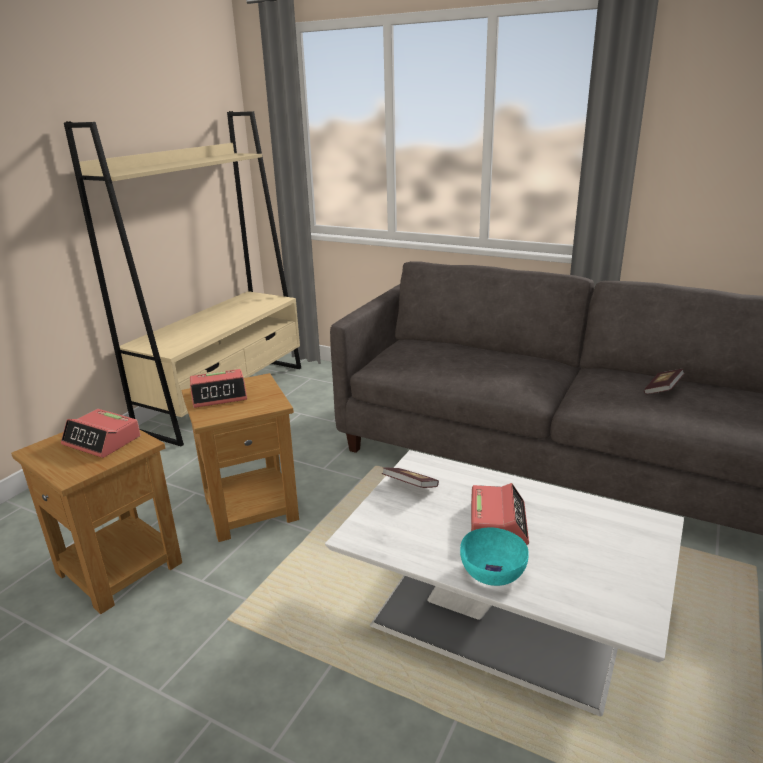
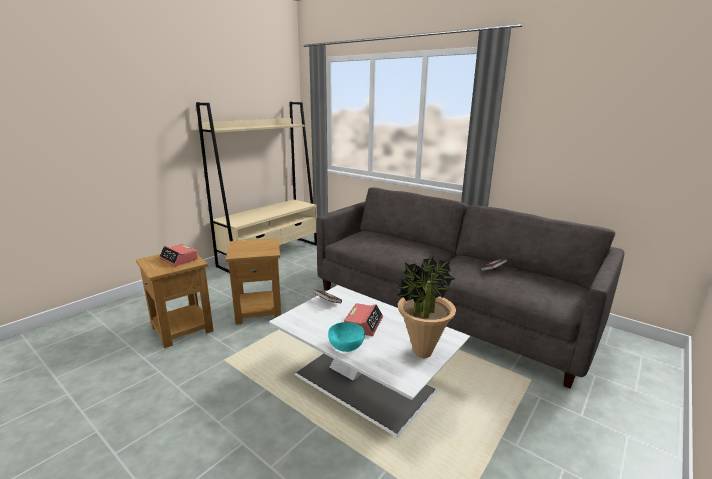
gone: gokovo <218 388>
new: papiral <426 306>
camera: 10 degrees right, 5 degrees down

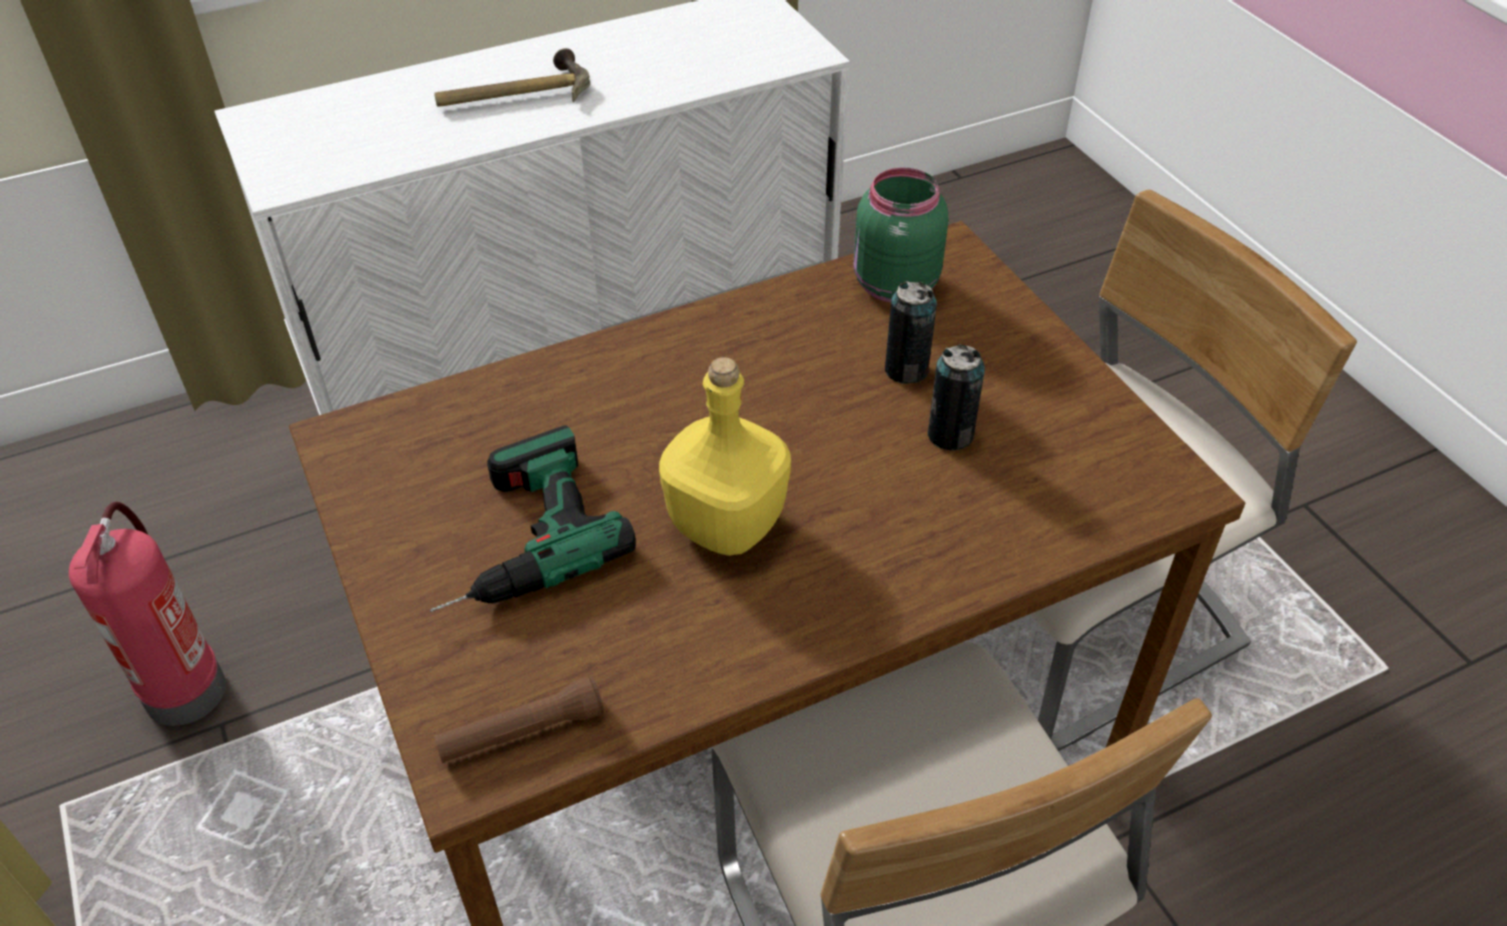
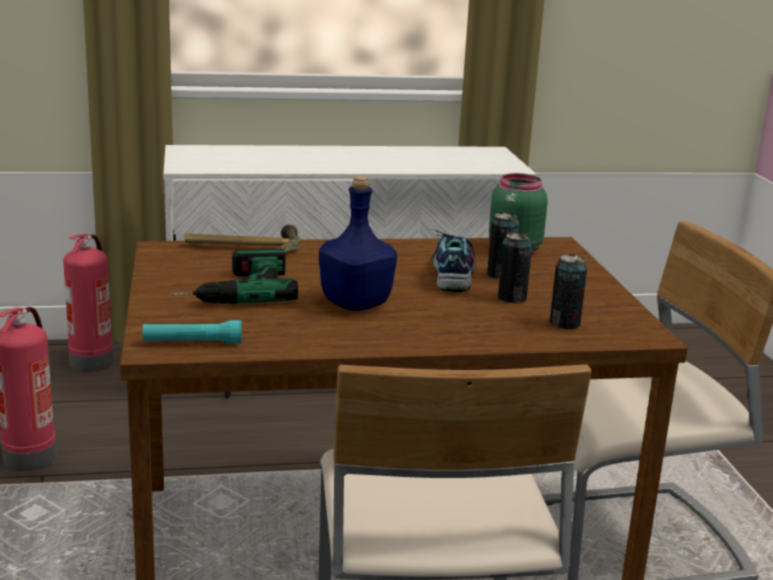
new: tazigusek <88 303>; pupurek <453 260>; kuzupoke <568 292>
shifted: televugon <512 77> to <242 238>
repainted: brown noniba <519 719> to turquoise noniba <192 332>; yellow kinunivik <725 456> to blue kinunivik <358 243>
camera: 15 degrees right, 25 degrees down

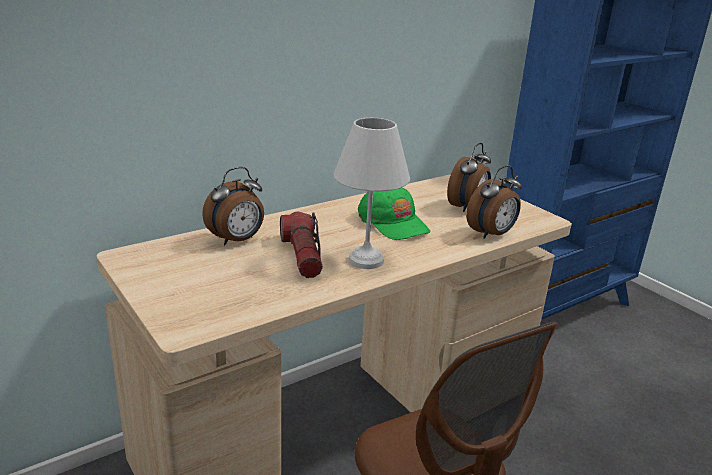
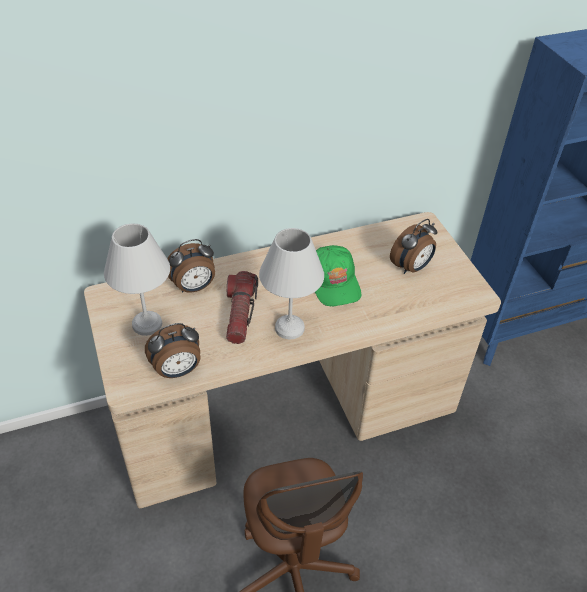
new: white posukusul <137 279>
shifted: gokovo <494 202> to <173 350>
camera: 15 degrees right, 20 degrees up

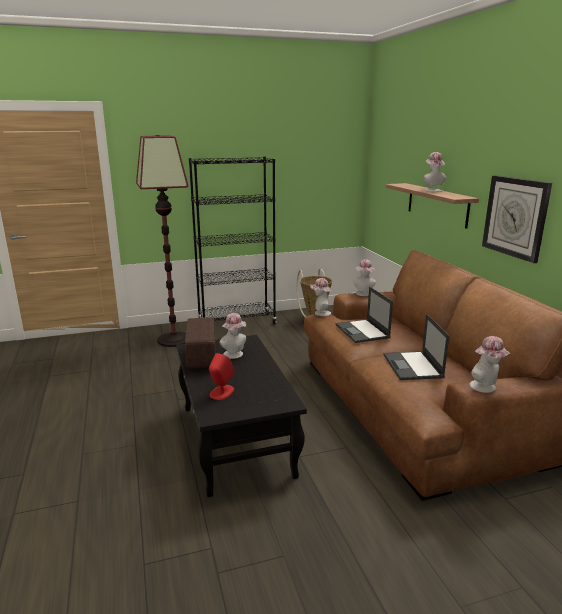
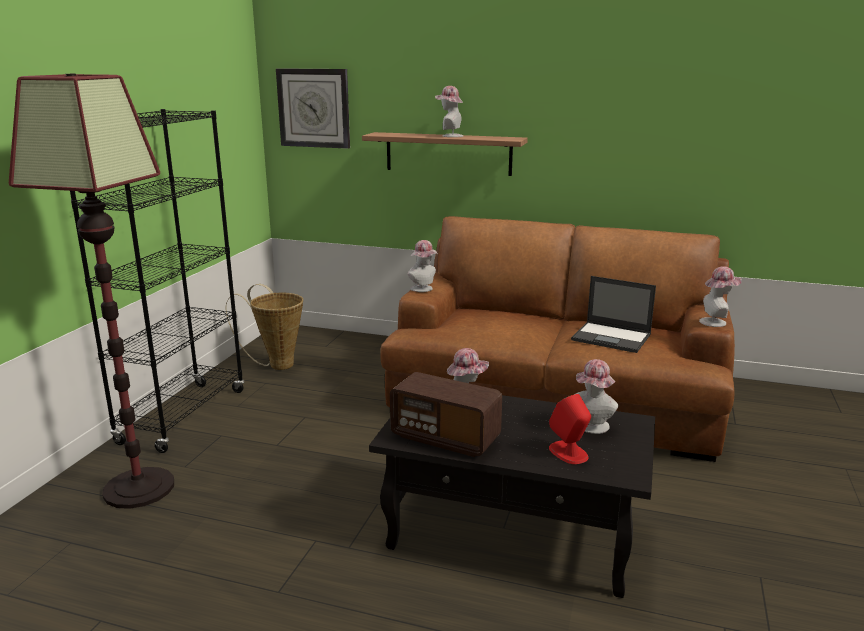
gone: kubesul <364 314>
shifted: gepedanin <320 297> to <596 396>; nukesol <517 219> to <313 108>
camera: 55 degrees left, 0 degrees up

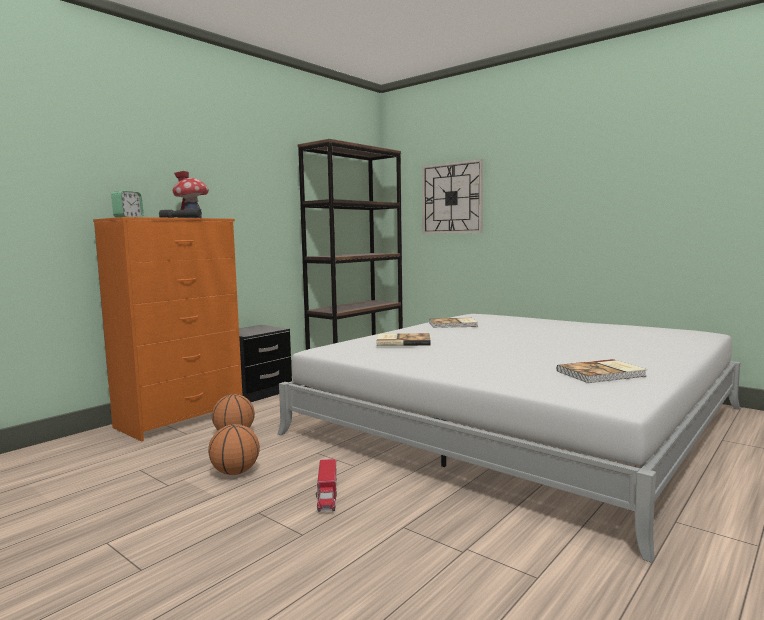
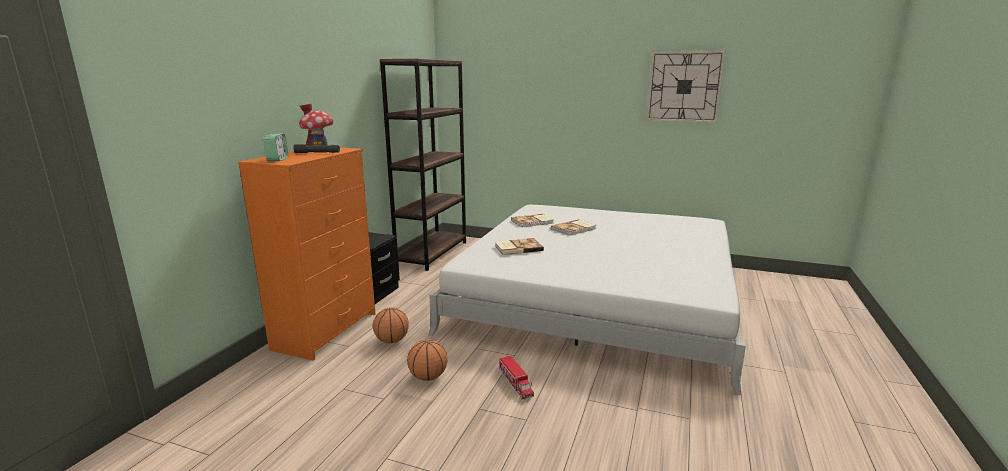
shifted: nukesol <452 196> to <686 86>; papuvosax <602 371> to <573 227>
camera: 20 degrees left, 10 degrees up

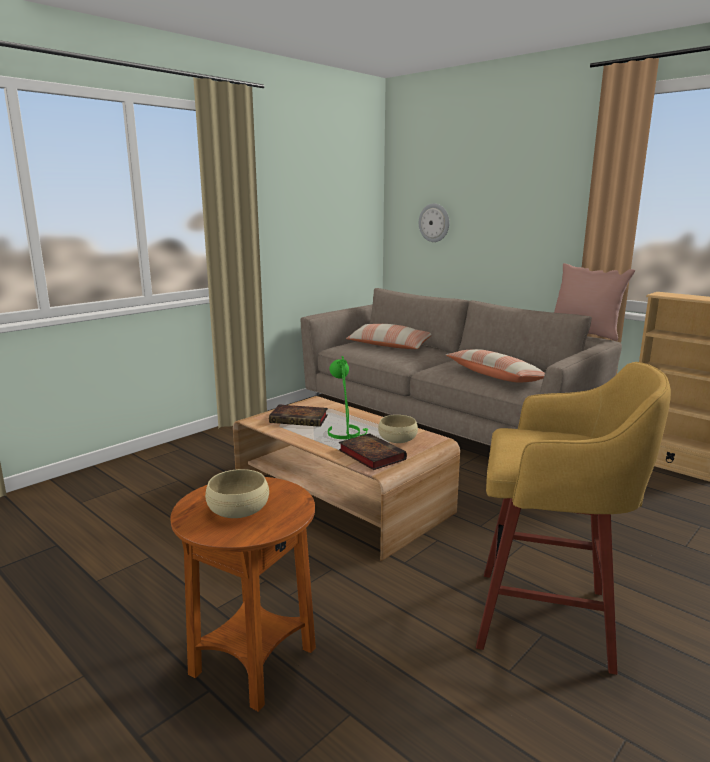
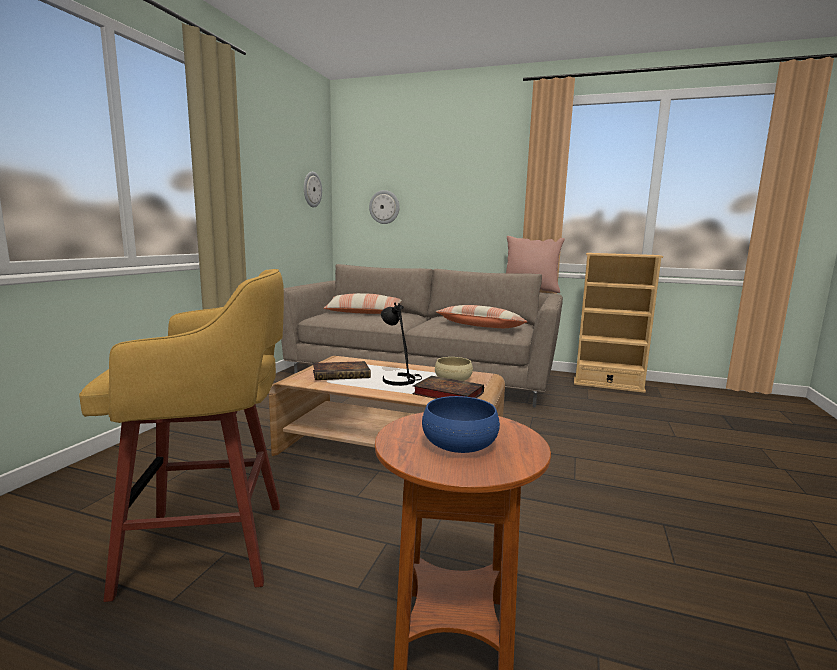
new: nukesol <313 189>
shifted: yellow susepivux <573 518> to <181 435>
repainted: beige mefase <237 493> to blue mefase <461 424>; green posukusul <348 397> to black posukusul <401 344>
camera: 25 degrees left, 5 degrees down

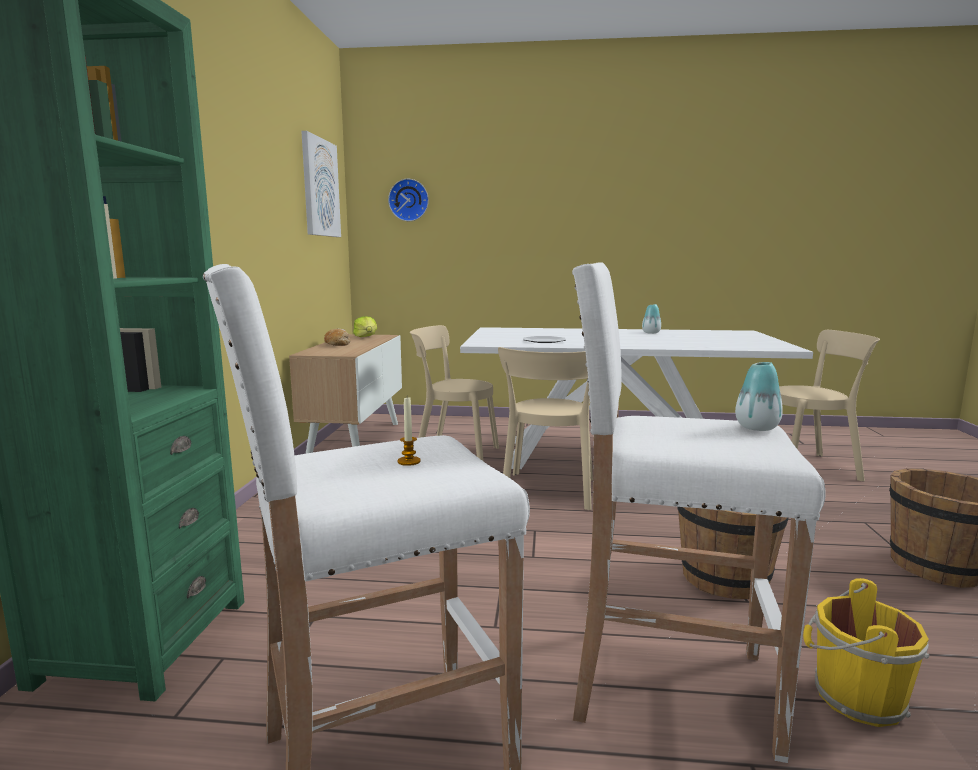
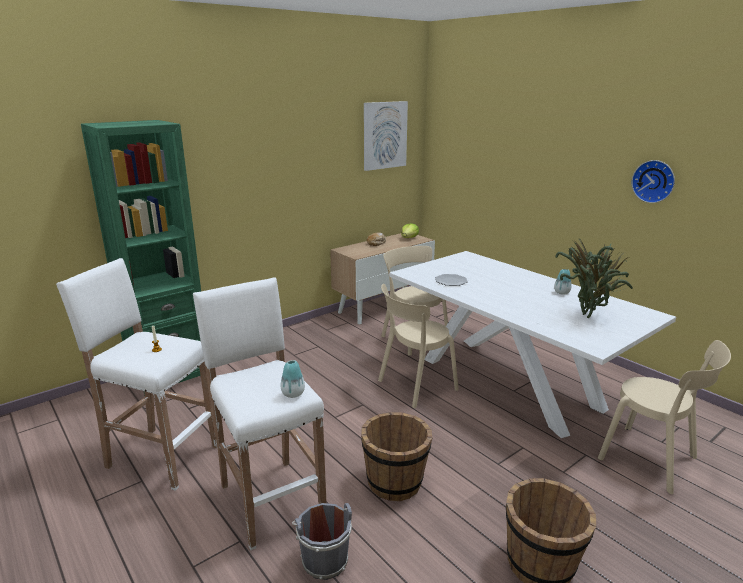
new: papiral <594 277>
shifted: nukesol <408 200> to <653 181>
repainted: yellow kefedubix <866 652> to grey kefedubix <322 541>
camera: 45 degrees right, 10 degrees up

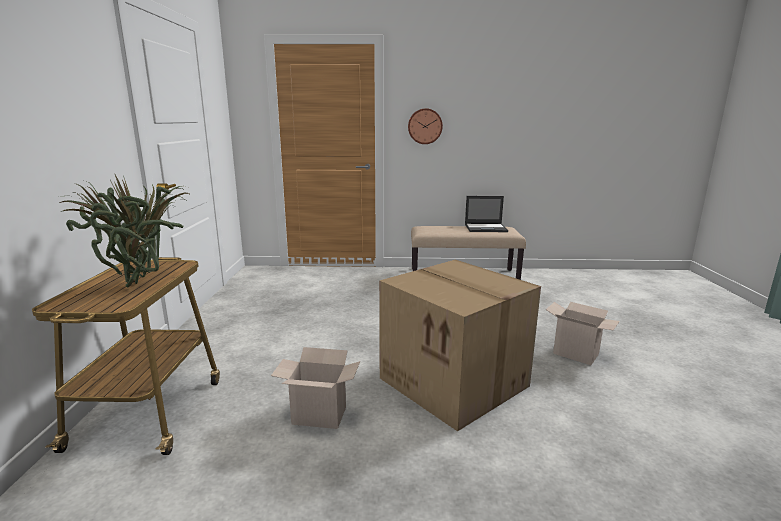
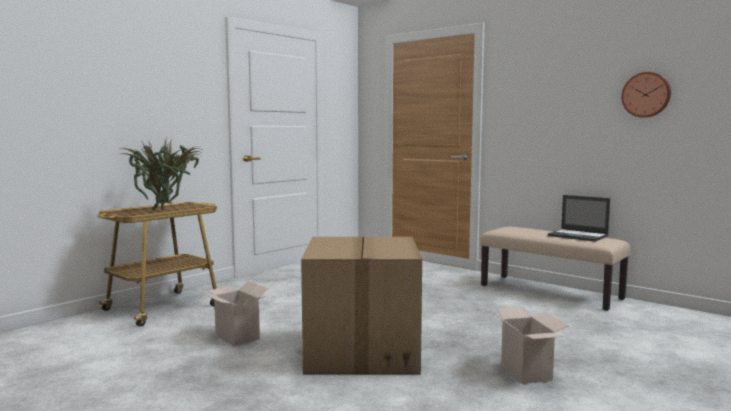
shifted: nukesol <425 126> to <646 95>
camera: 40 degrees right, 10 degrees down

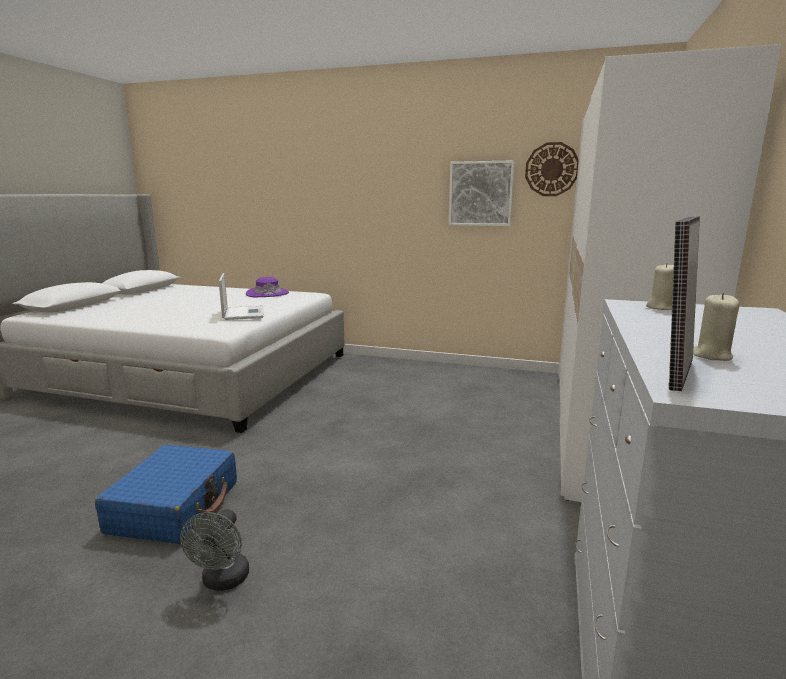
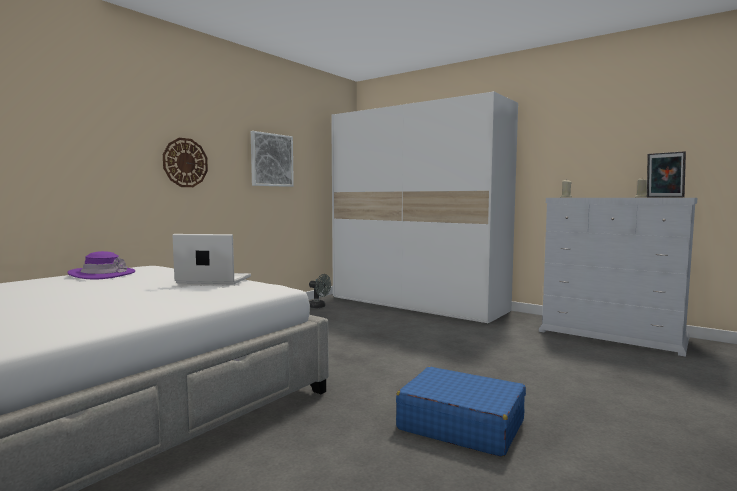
shifted: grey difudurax <214 550> to <320 291>; nukesol <552 169> to <185 162>
camera: 70 degrees left, 10 degrees down

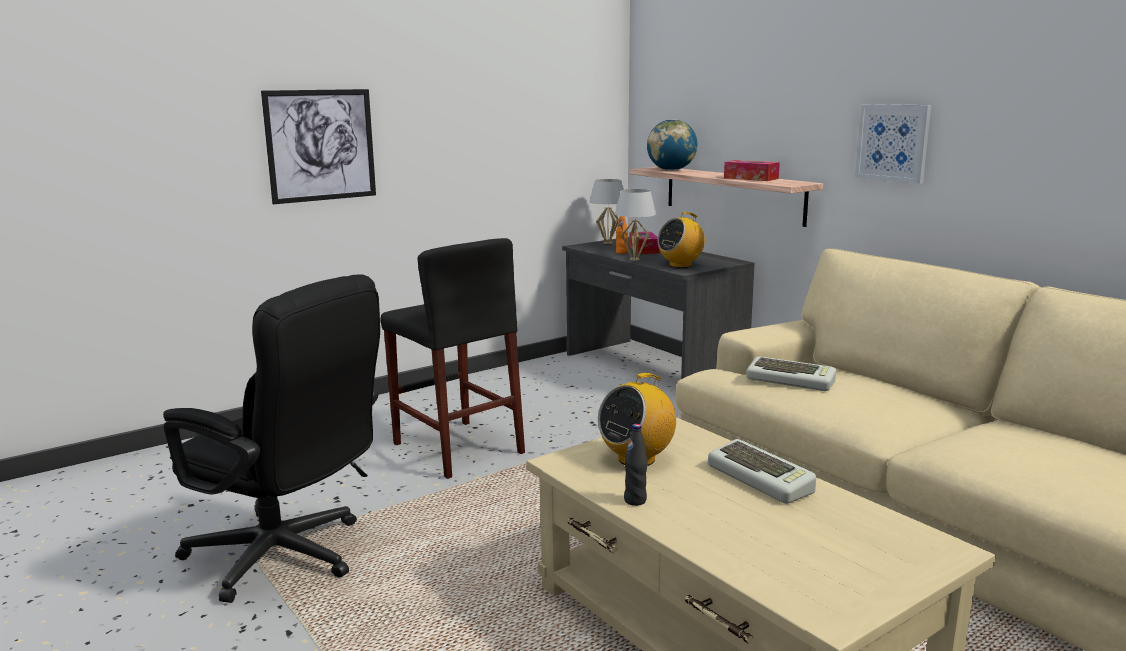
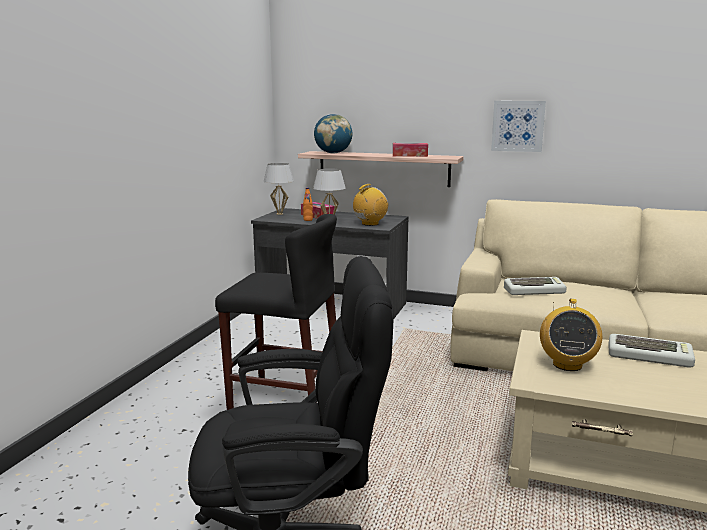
gone: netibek <318 146>; black kinunivik <636 465>
rotated: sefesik <681 240> = <371 205> 150 degrees counterclockwise
camera: 35 degrees left, 0 degrees up

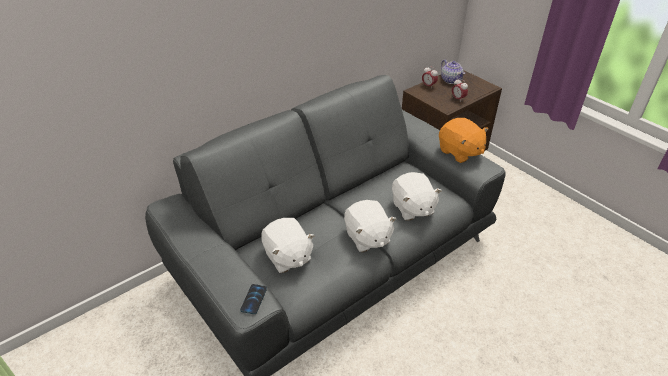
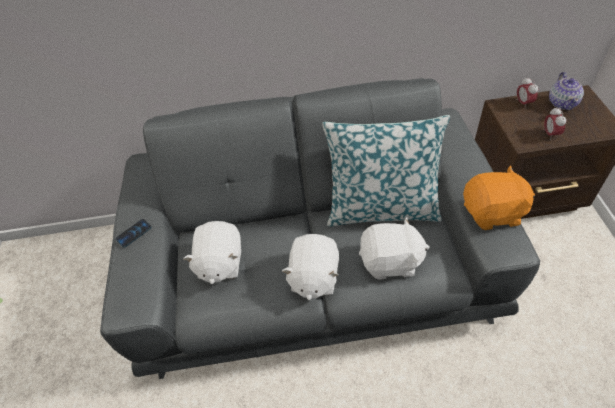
new: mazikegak <386 171>
shifted: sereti <253 299> to <133 233>
rotated: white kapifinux <417 196> = <394 248> 105 degrees counterclockwise; orange kapifinux <464 140> = <499 197> 90 degrees counterclockwise
camera: 35 degrees right, 10 degrees up

